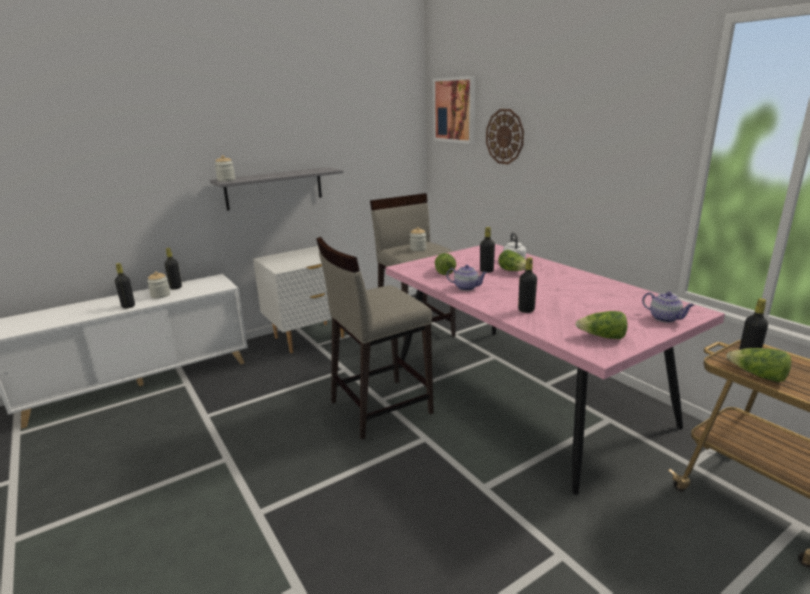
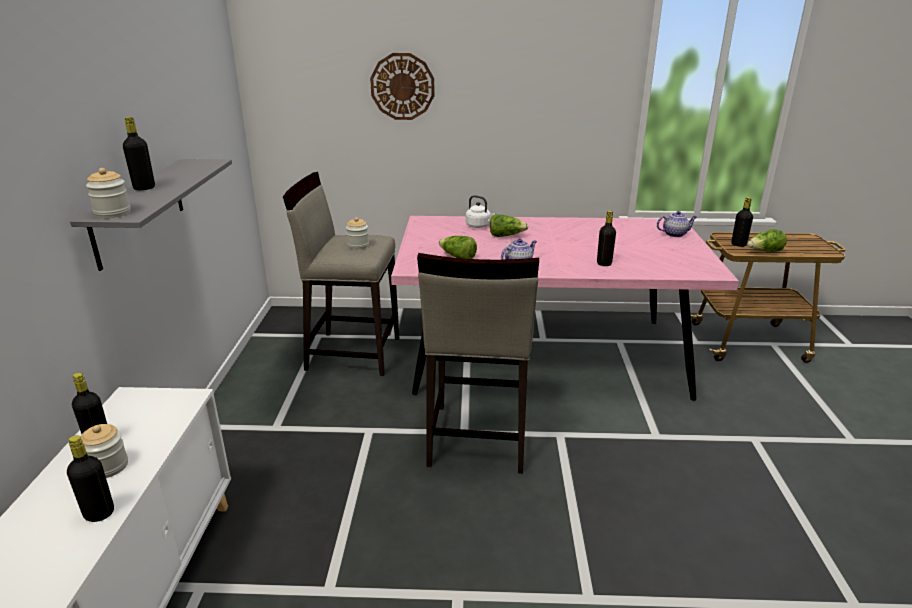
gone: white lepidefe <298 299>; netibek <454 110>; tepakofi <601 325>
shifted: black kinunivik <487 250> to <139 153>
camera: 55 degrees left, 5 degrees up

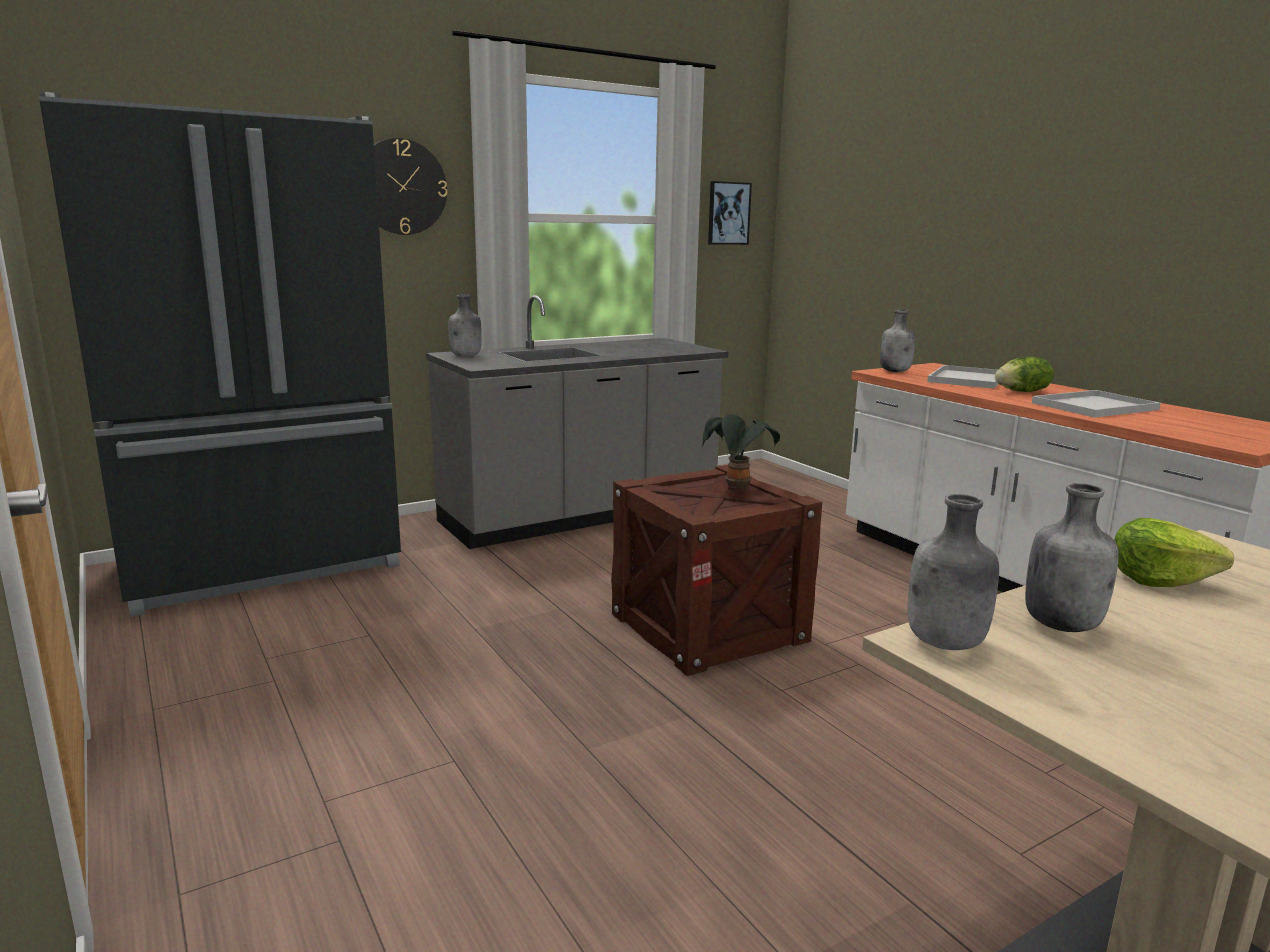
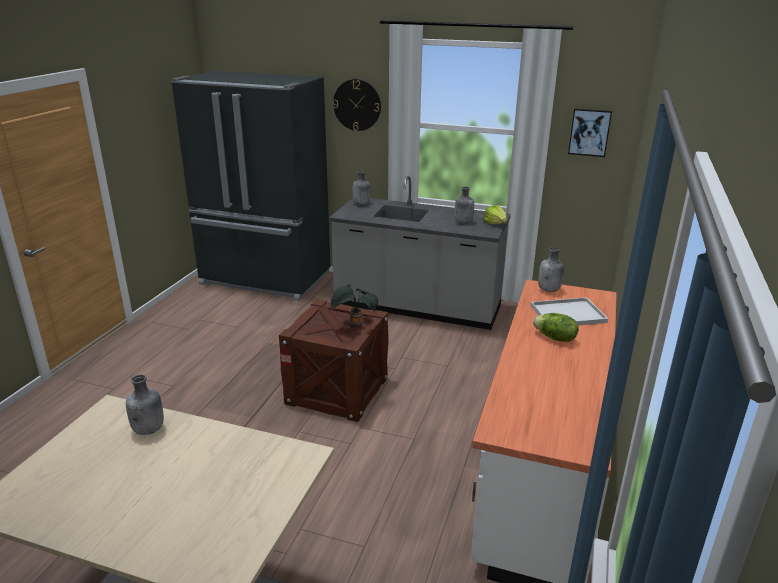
gone: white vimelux <1096 404>
shifted: grey kinunivik <953 572> to <464 205>; tepakofi <1174 552> to <495 214>
camera: 50 degrees right, 10 degrees up

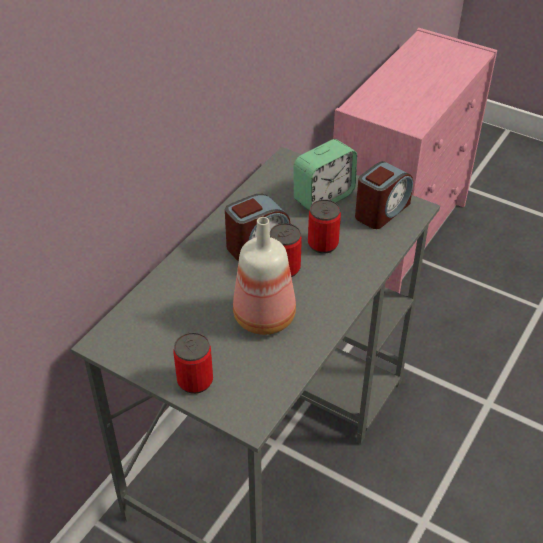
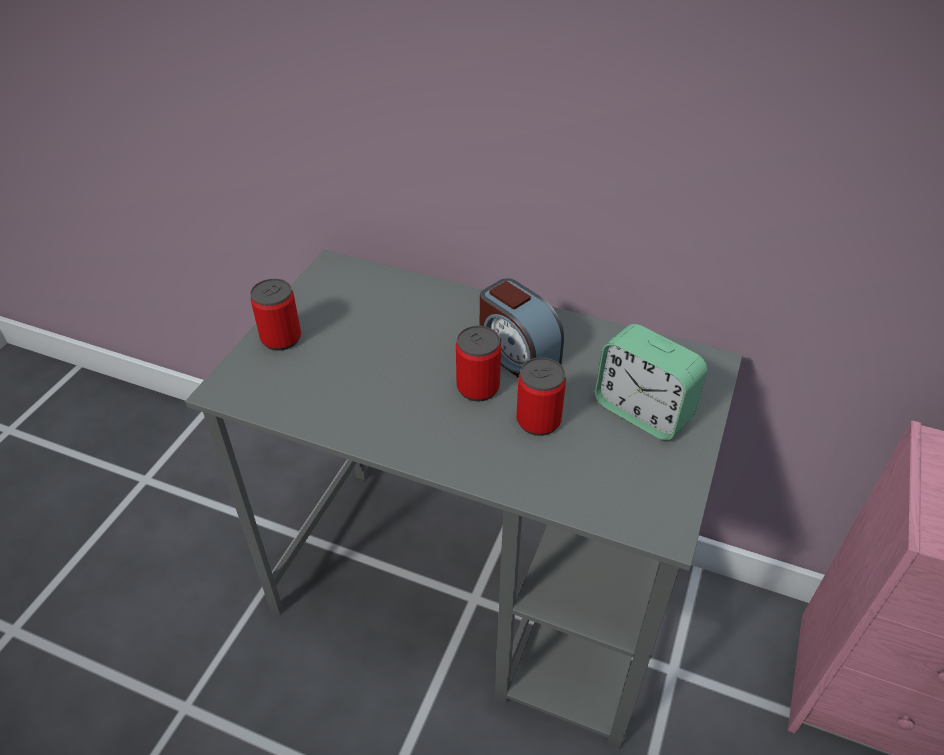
gone: kinunivik <264 276>; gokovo <384 195>
camera: 80 degrees right, 0 degrees up

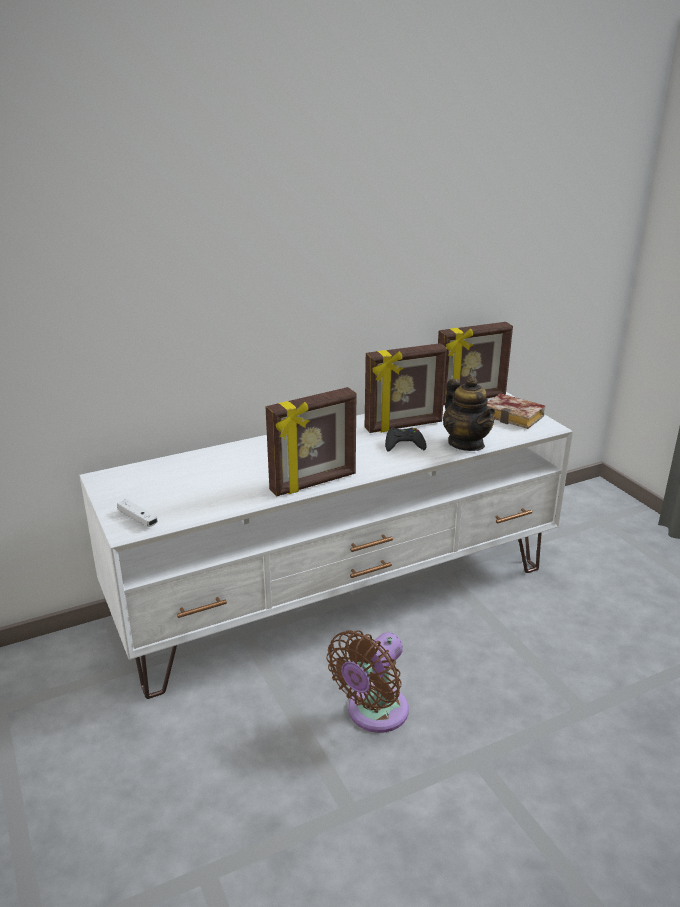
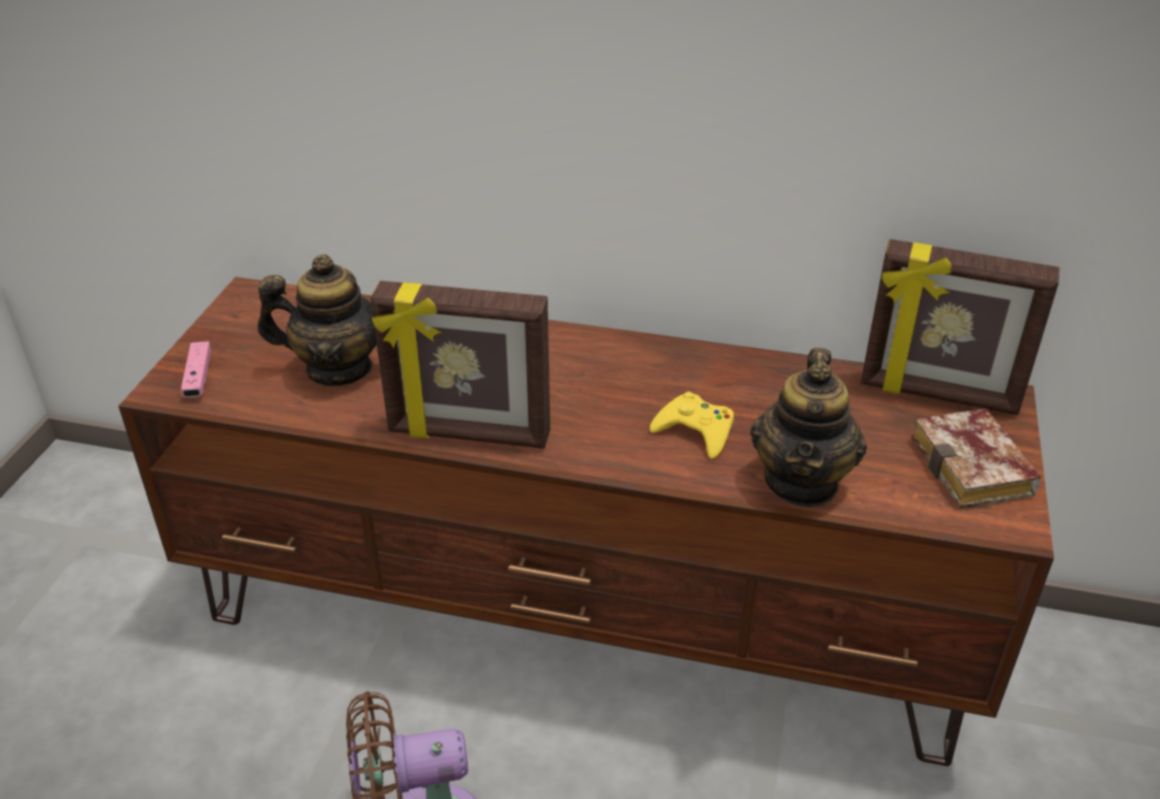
gone: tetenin <406 388>
new: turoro <317 320>
repainted: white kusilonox <326 545> to brown kusilonox <586 521>; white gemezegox <137 513> to pink gemezegox <196 369>; black gemezegox <405 439> to yellow gemezegox <692 425>
camera: 40 degrees right, 10 degrees up

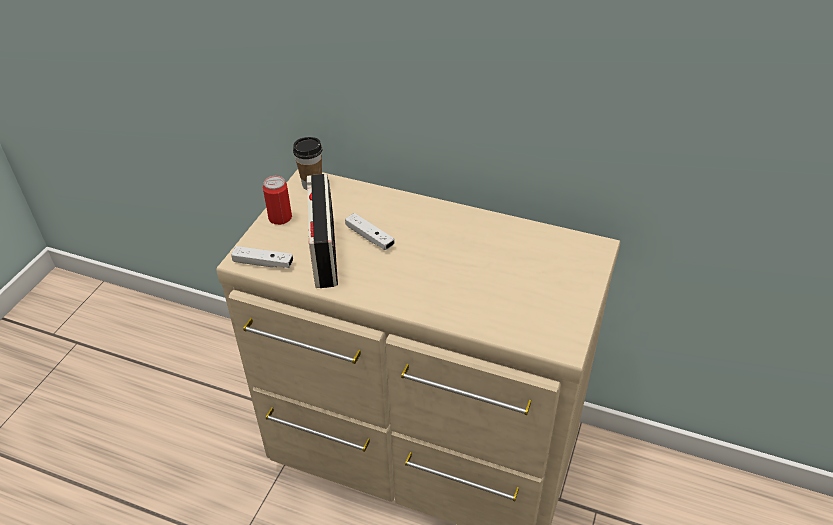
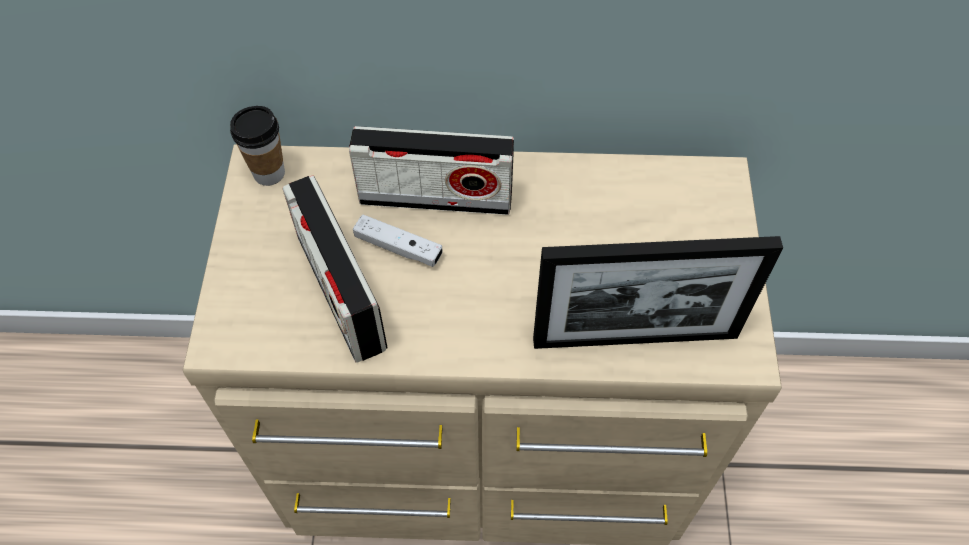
gone: white gemezegox <262 257>; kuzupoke <277 200>
new: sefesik <431 170>; tetenin <658 292>
camera: 20 degrees left, 15 degrees up

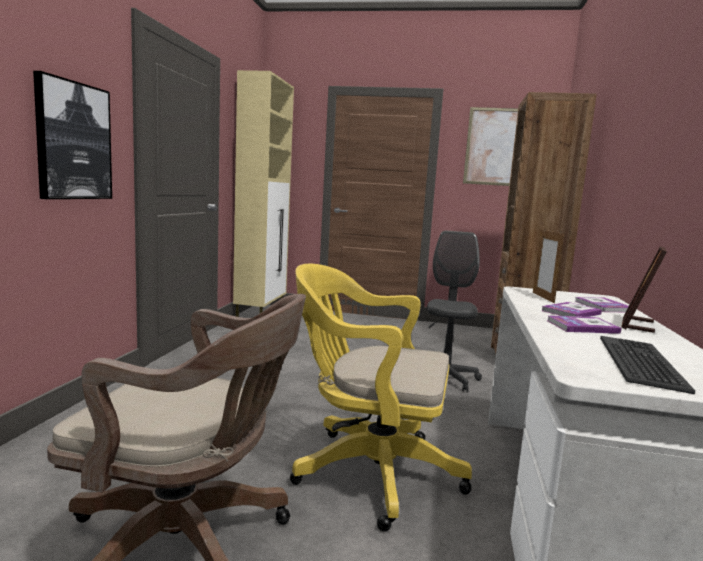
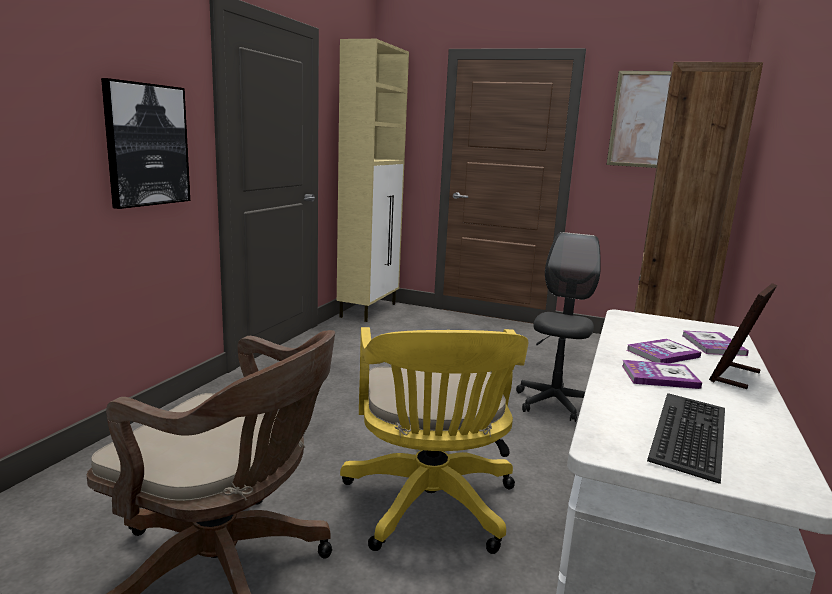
gone: tetenin <548 266>
rotated: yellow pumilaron <381 397> = <434 440> 120 degrees counterclockwise
camera: 10 degrees right, 5 degrees up

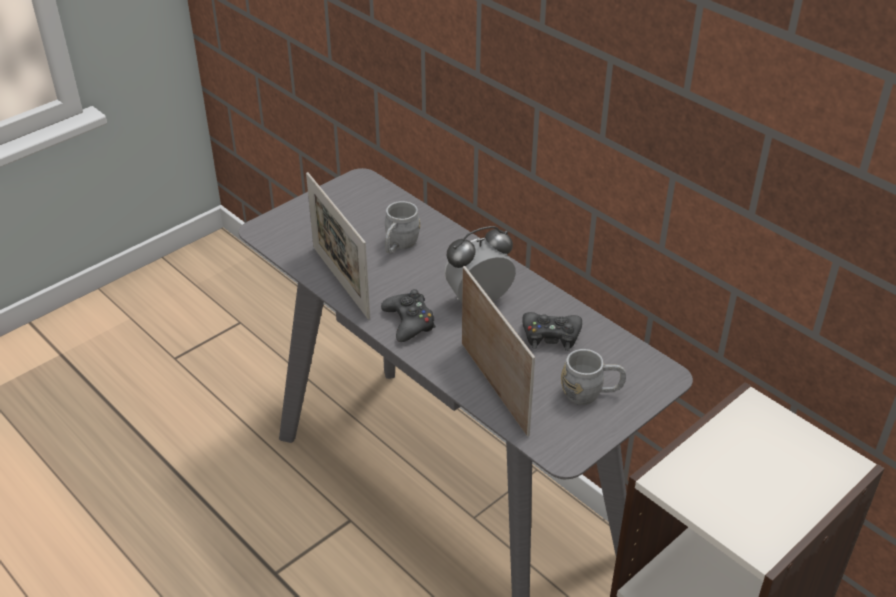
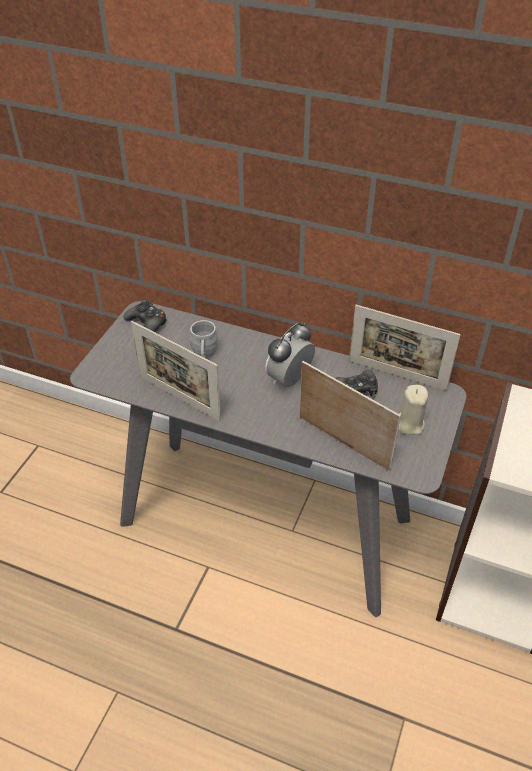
new: tetenin <405 348>
shifted: black gemezegox <408 315> to <145 315>
swapped: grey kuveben <593 377> to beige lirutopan <413 410>
camera: 25 degrees left, 5 degrees up

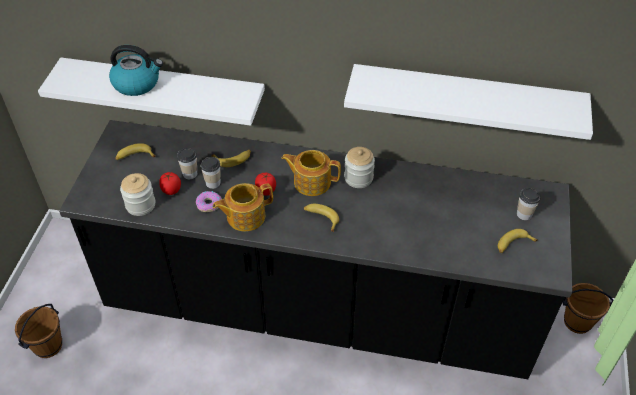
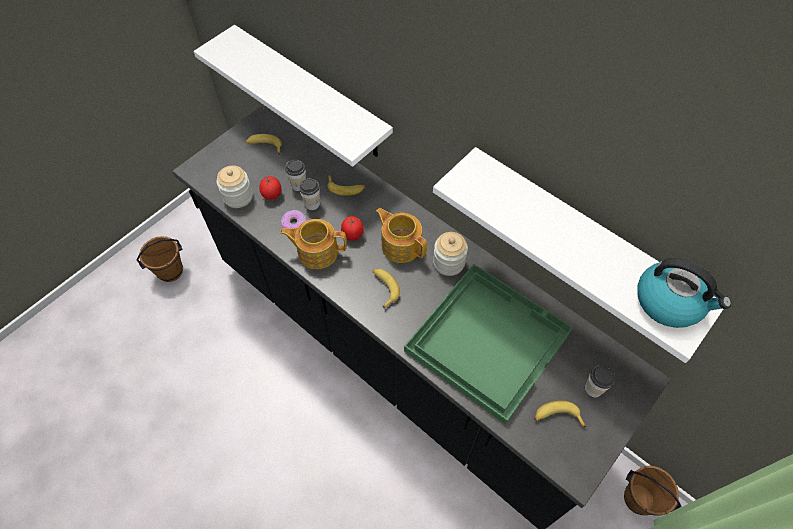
new: green vimelux <488 344>
shifted: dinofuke <136 70> to <684 293>
camera: 30 degrees right, 10 degrees up

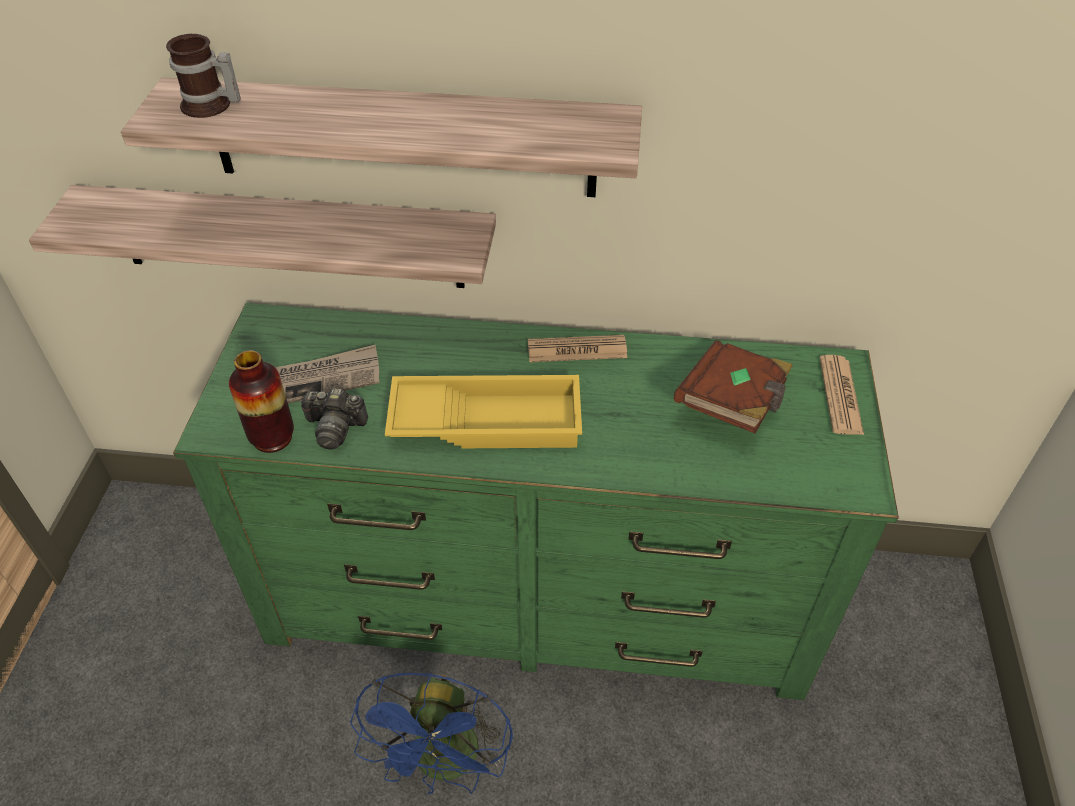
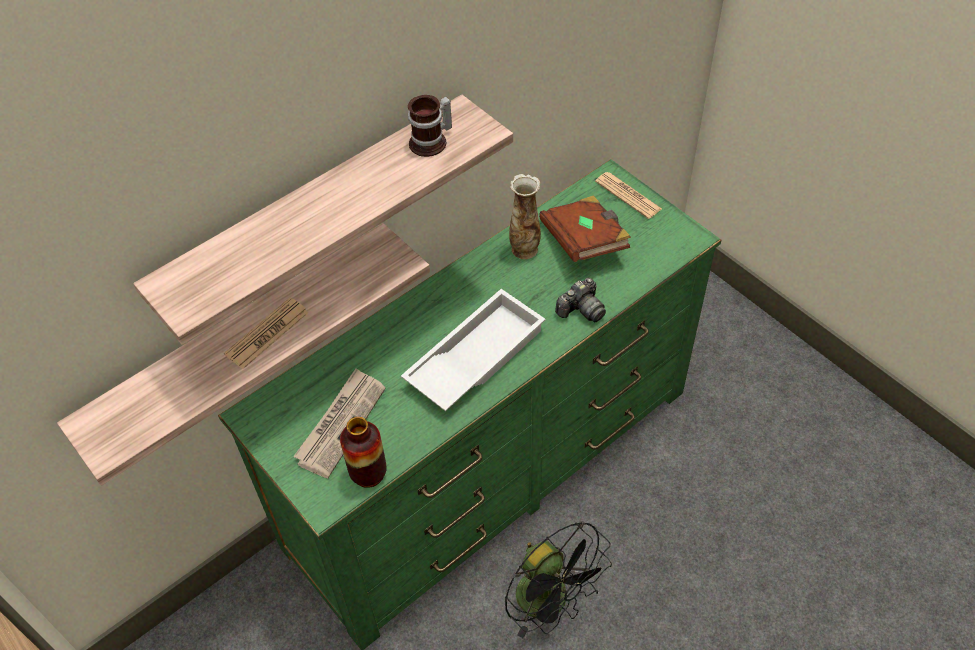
new: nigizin <525 216>
shifted: kuveben <203 76> to <430 126>; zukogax <334 418> to <580 300>; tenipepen <577 348> to <266 333>
repainted: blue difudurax <431 733> to black difudurax <558 579>; yellow vimelux <483 411> to white vimelux <473 350>
camera: 45 degrees left, 5 degrees up

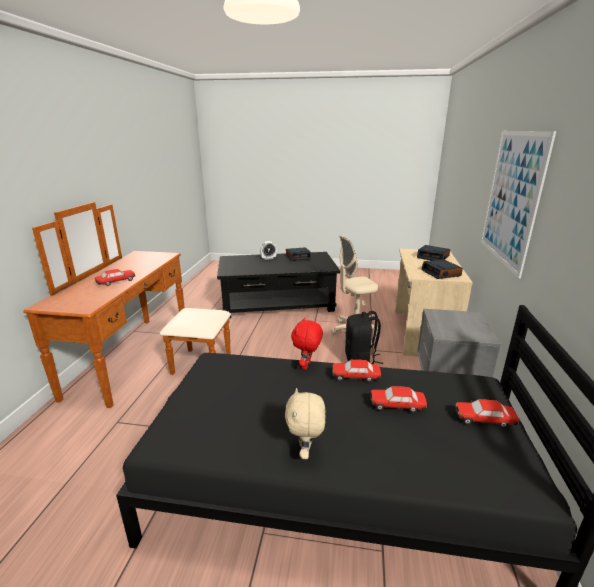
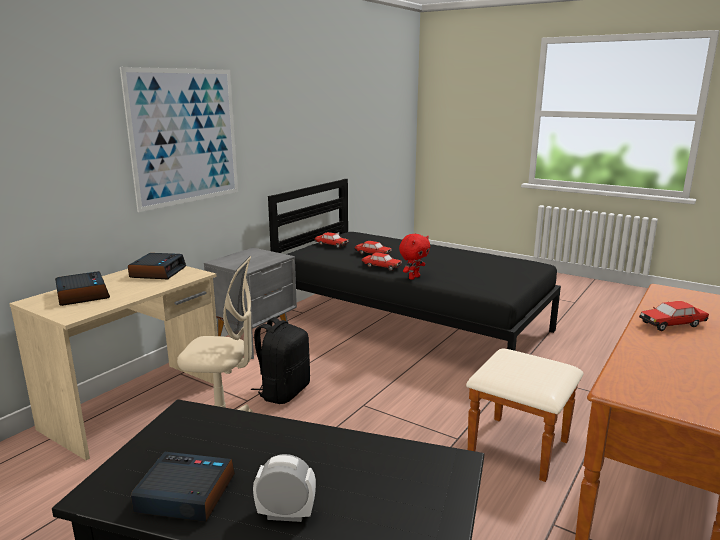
gone: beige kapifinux <305 423>
camera: 155 degrees left, 5 degrees down

